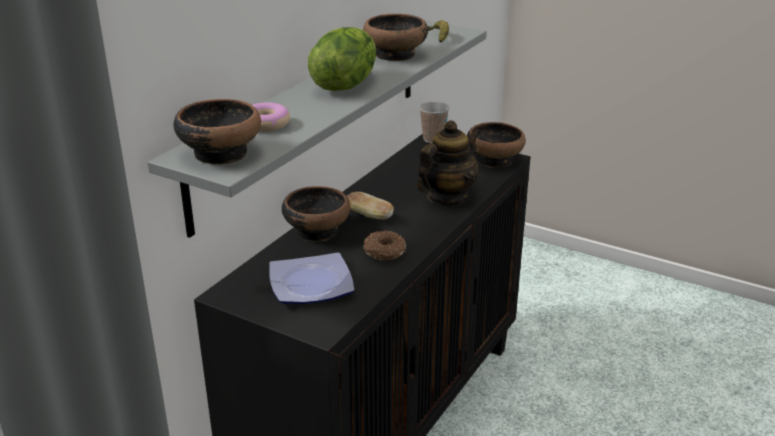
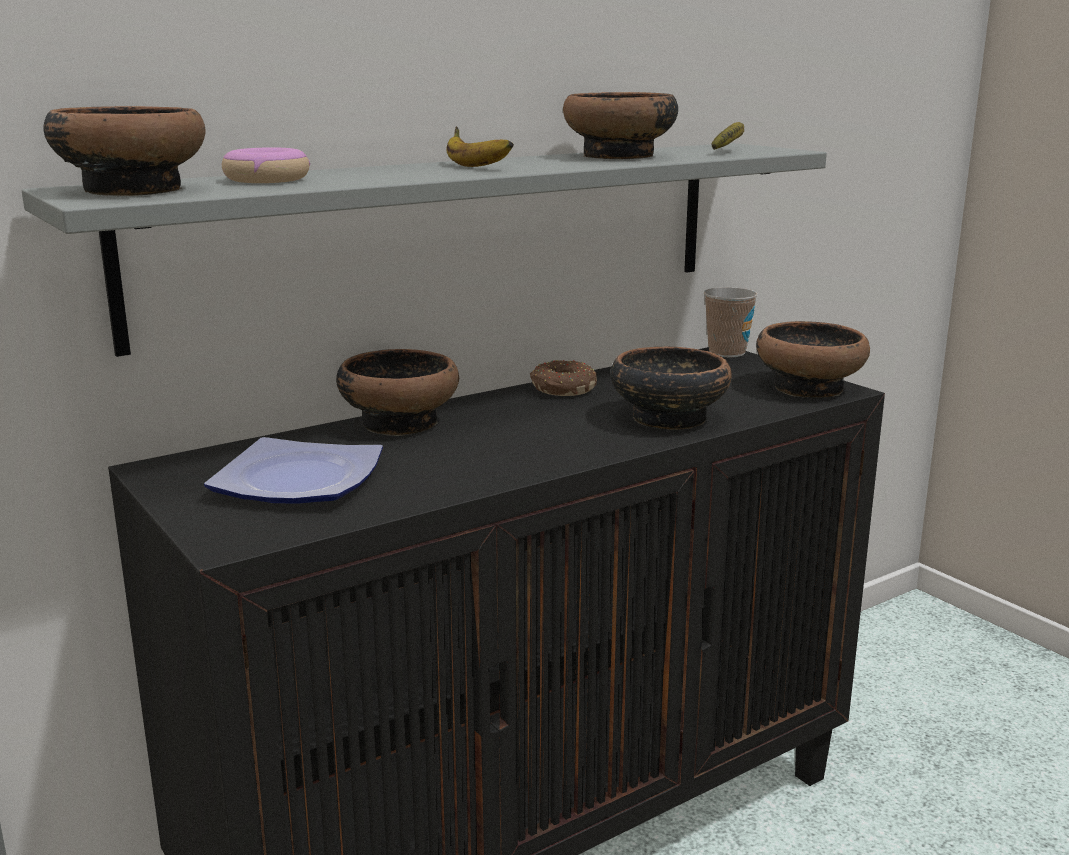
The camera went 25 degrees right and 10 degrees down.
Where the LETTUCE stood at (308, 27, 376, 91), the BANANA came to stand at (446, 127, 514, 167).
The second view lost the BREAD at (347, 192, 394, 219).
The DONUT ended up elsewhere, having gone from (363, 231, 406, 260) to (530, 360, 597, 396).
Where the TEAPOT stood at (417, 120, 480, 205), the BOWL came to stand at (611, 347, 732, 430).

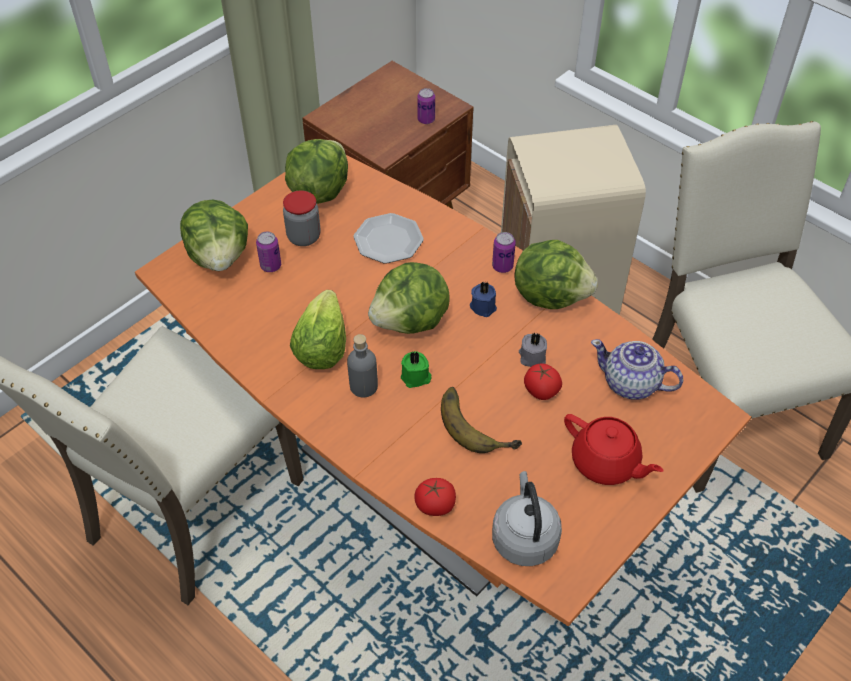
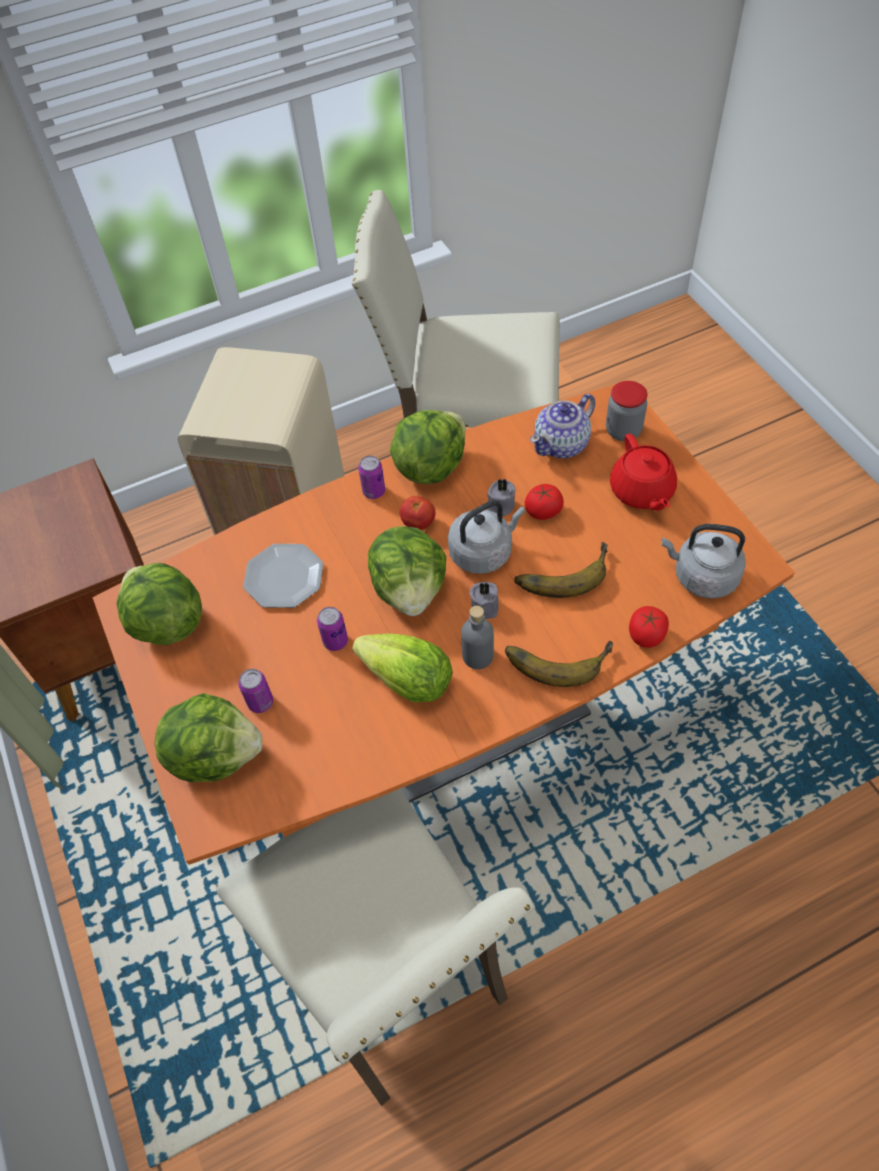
The camera went 65 degrees left and 5 degrees up.
The JAR ended up elsewhere, having gone from (283, 190, 321, 246) to (606, 381, 647, 441).
What was the GREEN CANDLE at (401, 351, 432, 388) turned into the GREY CANDLE at (470, 582, 499, 619).
The CAN ended up elsewhere, having gone from (417, 88, 435, 124) to (317, 607, 348, 651).
Where the BLUE CANDLE stood at (470, 282, 497, 317), the TOMATO came to stand at (399, 496, 435, 530).
The RED TEAPOT at (564, 414, 664, 485) ended up facing another way, 105 degrees clockwise from before.
The second view gained the GREY KETTLE at (448, 500, 525, 574).
The second view gained the BANANA at (505, 641, 613, 687).

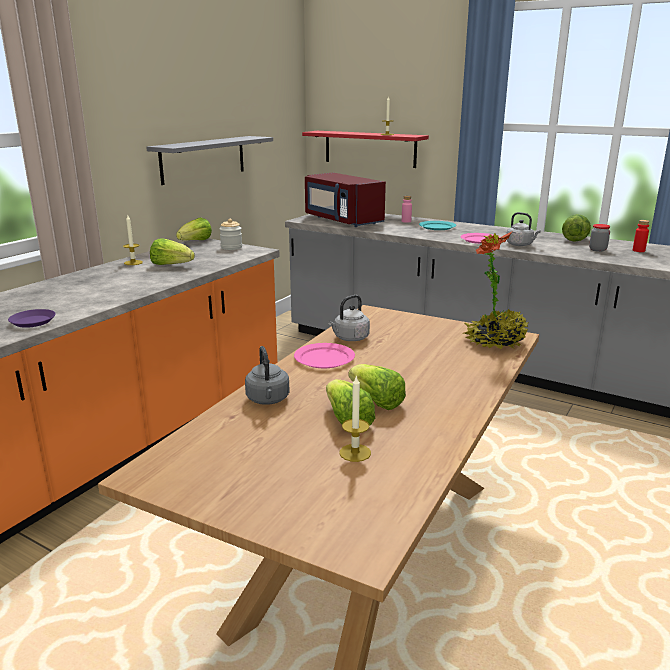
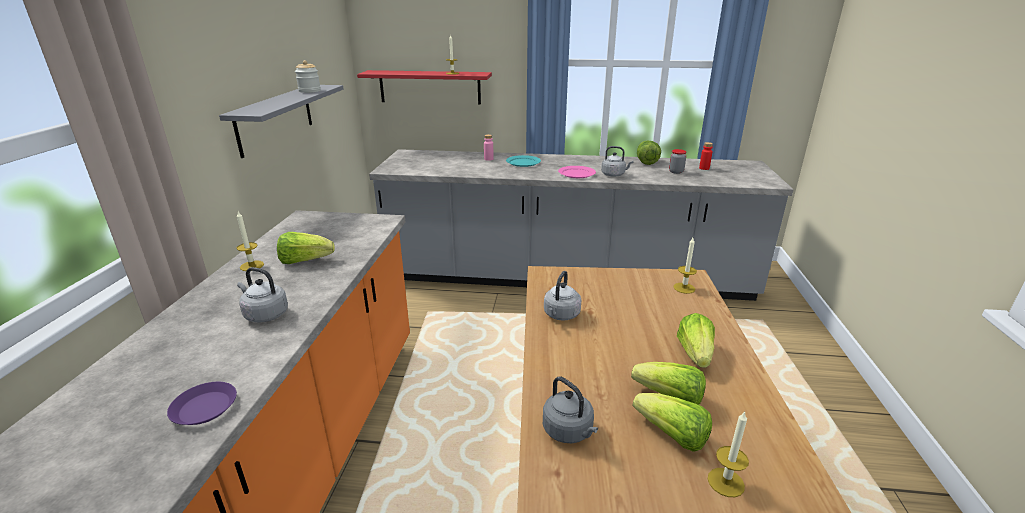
The camera went 25 degrees left and 5 degrees up.
The LETTUCE ended up elsewhere, having gone from (176, 217, 212, 240) to (677, 313, 715, 368).
The JAR ended up elsewhere, having gone from (220, 219, 242, 250) to (295, 60, 321, 93).
The second view lost the PINK PLATE at (294, 343, 355, 368).
The second view lost the RED MICROWAVE at (305, 173, 386, 227).
Where the POTTED PLANT stood at (464, 232, 528, 349), the CANDLE came to stand at (673, 238, 697, 294).
The second view gained the GREY KETTLE at (237, 267, 288, 323).

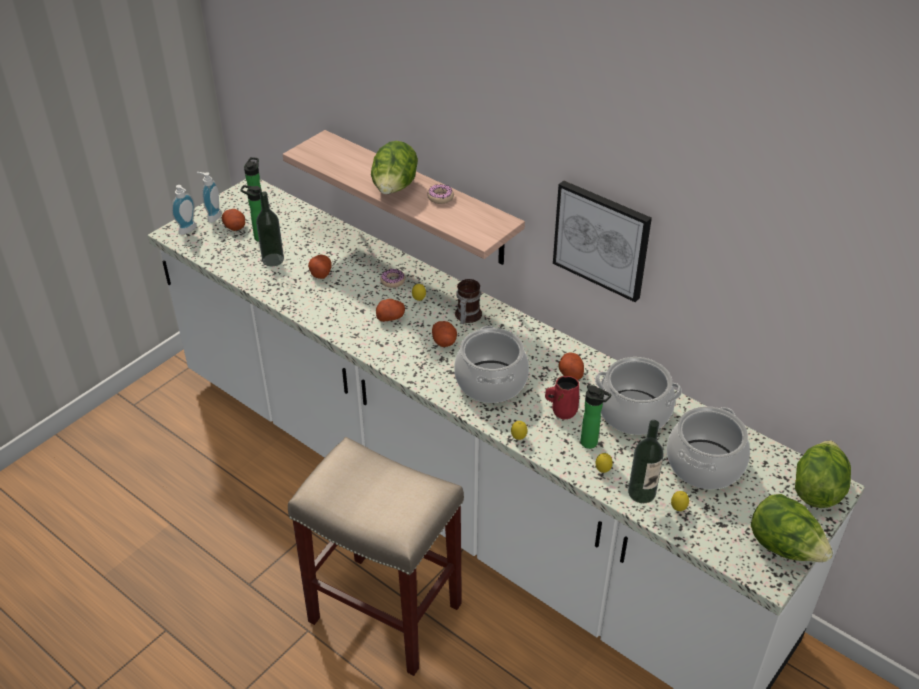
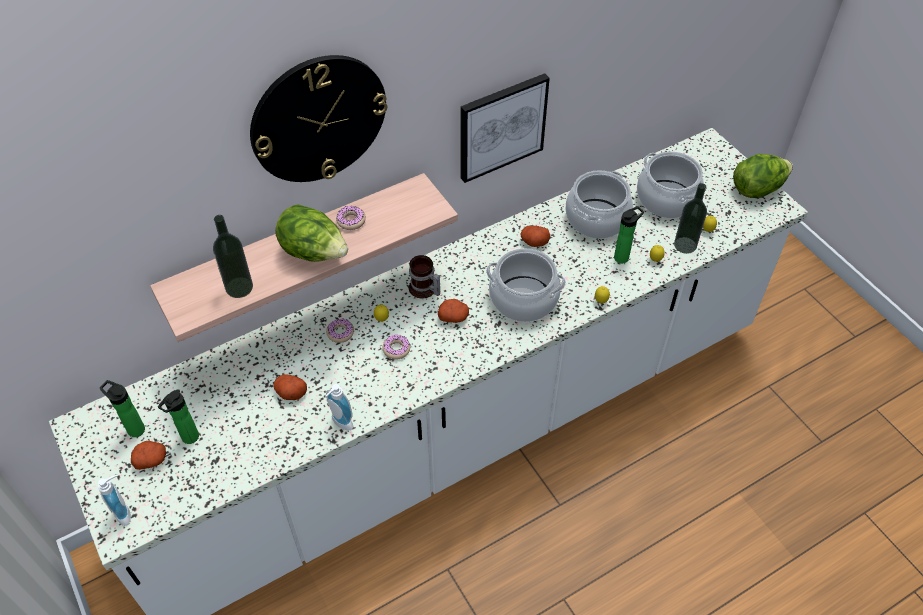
The camera went 70 degrees left and 10 degrees up.
The SOAP DISPENSER ended up elsewhere, having gone from (197, 172, 222, 223) to (326, 384, 353, 431).
The BOTTLE ended up elsewhere, having gone from (256, 191, 284, 266) to (213, 215, 253, 298).
The second view lost the BEIGE STOOL at (288, 437, 464, 676).
Where the POTATO stood at (376, 299, 405, 322), the DONUT came to stand at (382, 335, 410, 360).
The second view lost the RED MUG at (545, 376, 579, 419).
The second view lost the LETTUCE at (795, 440, 851, 508).
The second view gained the WALL CLOCK at (250, 55, 387, 182).

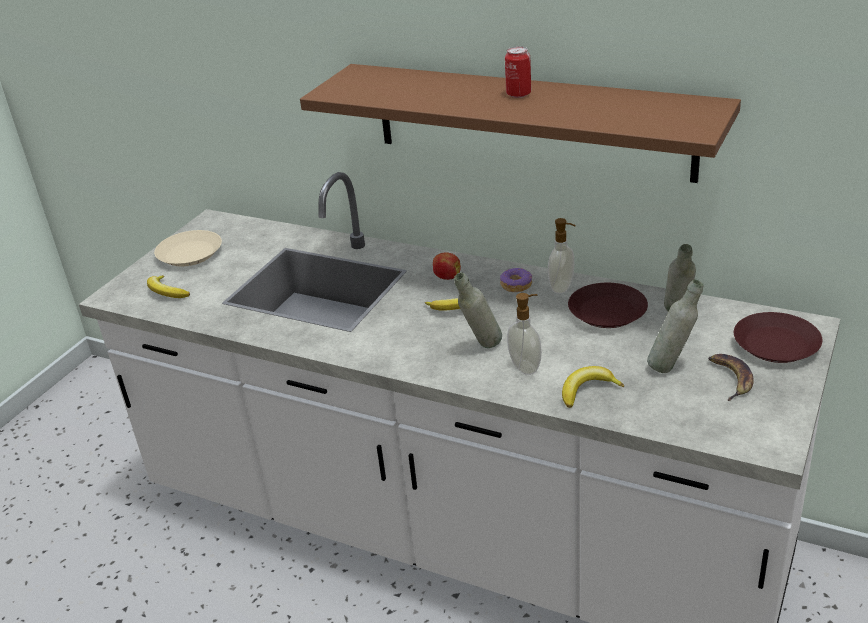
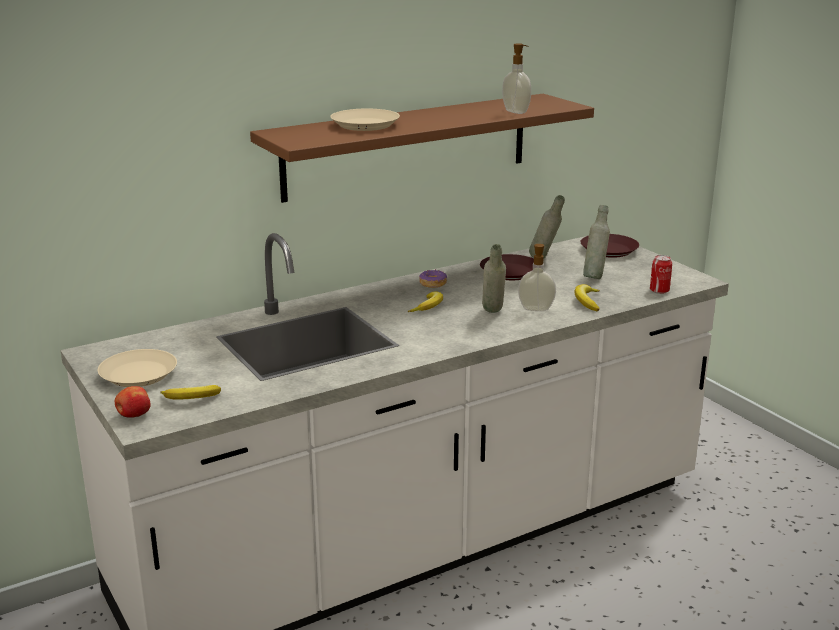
The camera went 60 degrees left and 10 degrees down.
The APPLE ended up elsewhere, having gone from (433, 252, 461, 280) to (115, 386, 151, 418).
The CAN ended up elsewhere, having gone from (505, 46, 531, 98) to (650, 255, 672, 294).
The SOAP DISPENSER ended up elsewhere, having gone from (548, 218, 576, 294) to (502, 43, 531, 114).
The second view lost the BANANA at (708, 354, 754, 401).
The second view gained the BEIGE PLATE at (330, 109, 400, 131).

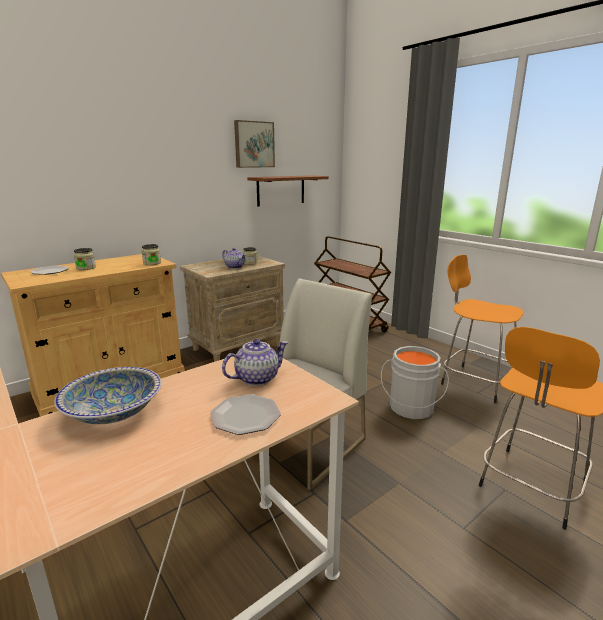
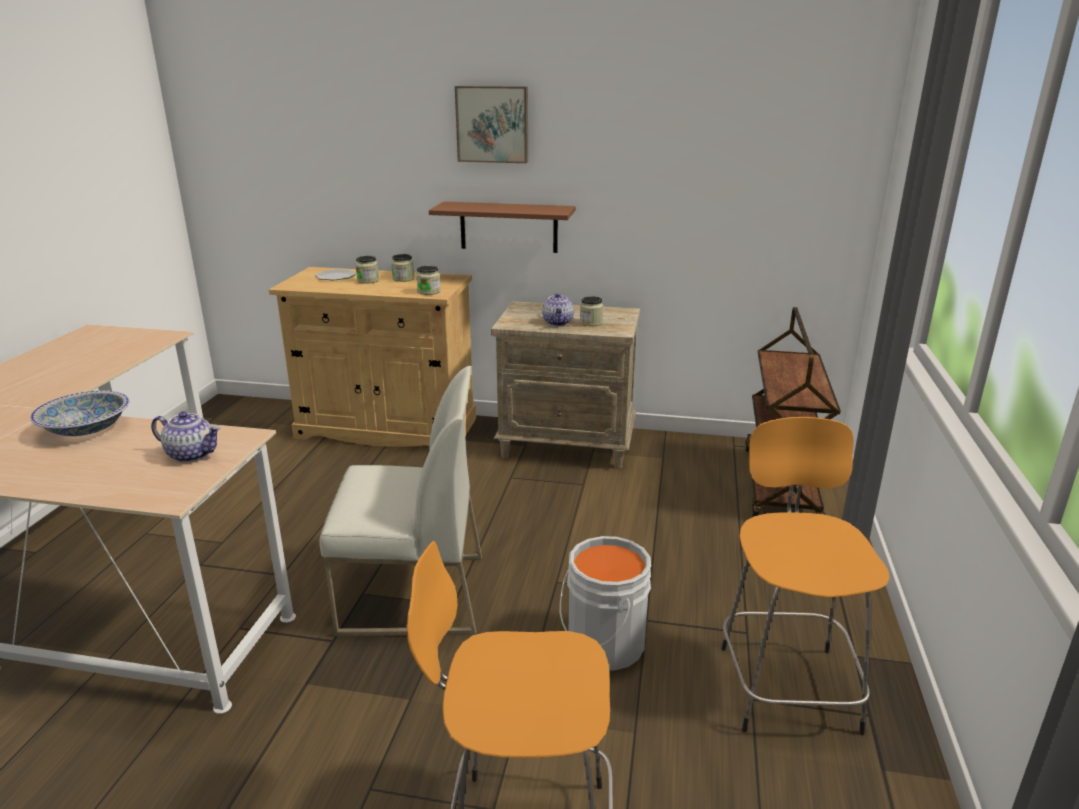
The camera went 50 degrees right and 5 degrees up.
The second view lost the PLATE at (210, 394, 281, 435).
The PICTURE ended up elsewhere, having gone from (234, 120, 275, 168) to (455, 86, 528, 163).
The BROWN SHELF ended up elsewhere, having gone from (247, 175, 329, 206) to (429, 201, 575, 253).
The second view gained the JAR at (391, 254, 415, 282).

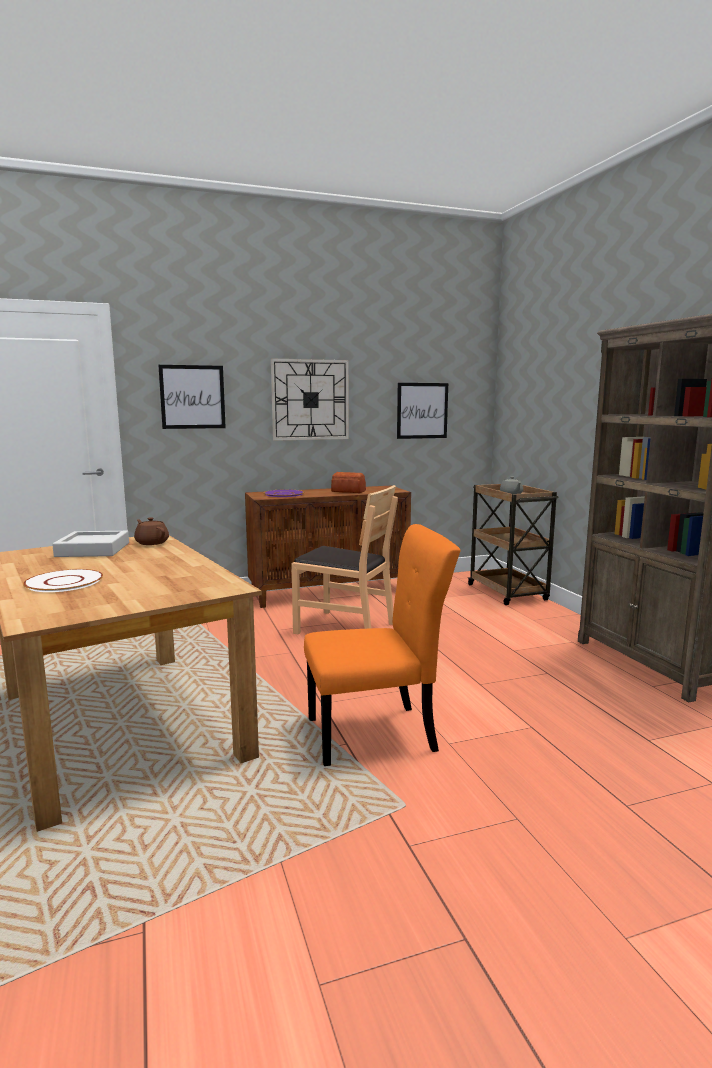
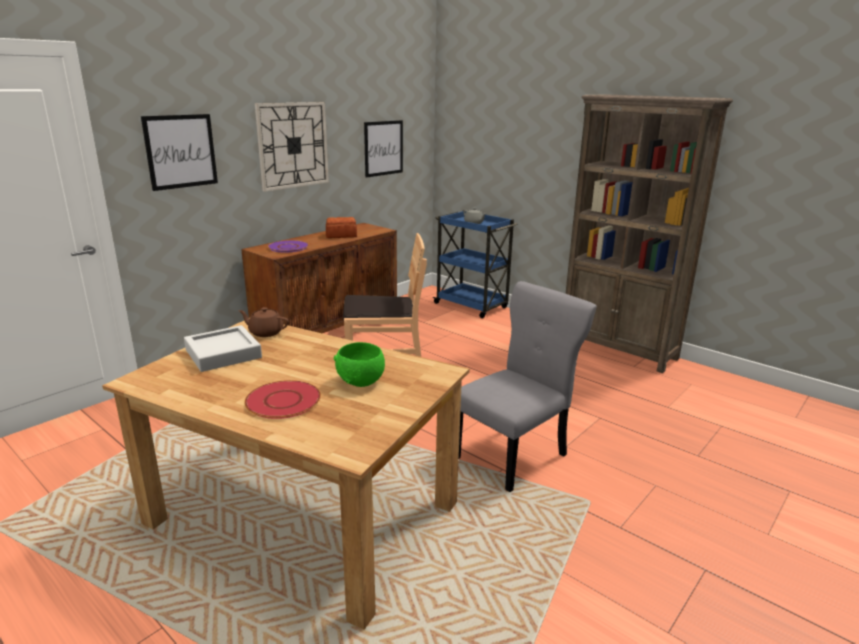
The camera went 30 degrees left and 10 degrees up.
What was the WHITE PLATE at (23, 569, 103, 592) turned into the RED PLATE at (245, 380, 321, 419).
What was the ORANGE CHAIR at (304, 524, 461, 766) turned into the GREY CHAIR at (459, 281, 597, 492).
What was the BROWN CART at (468, 484, 559, 605) turned into the BLUE CART at (432, 210, 517, 318).
The second view gained the GREEN BOWL at (334, 342, 385, 387).

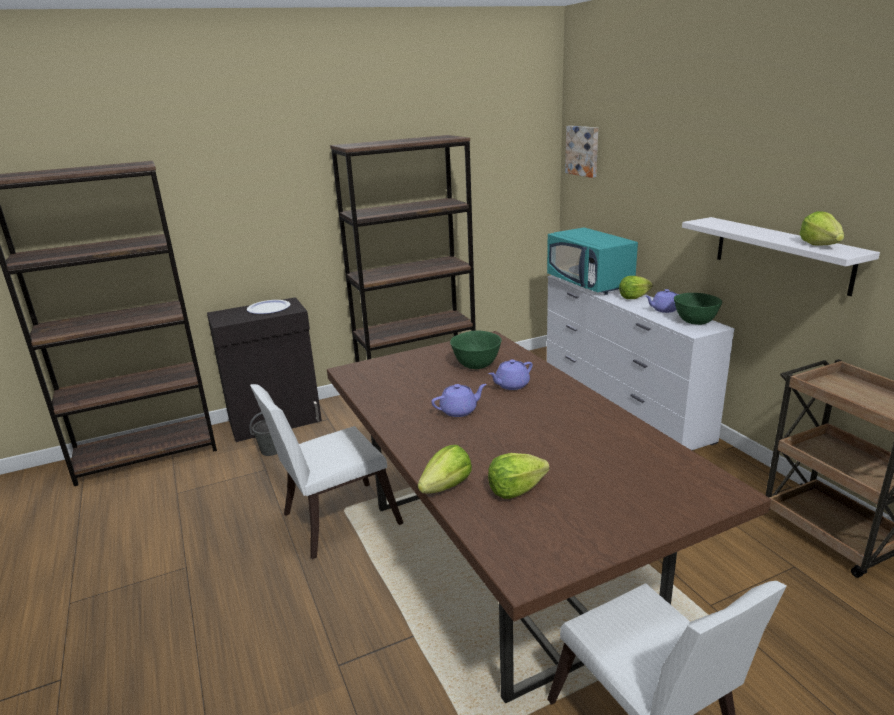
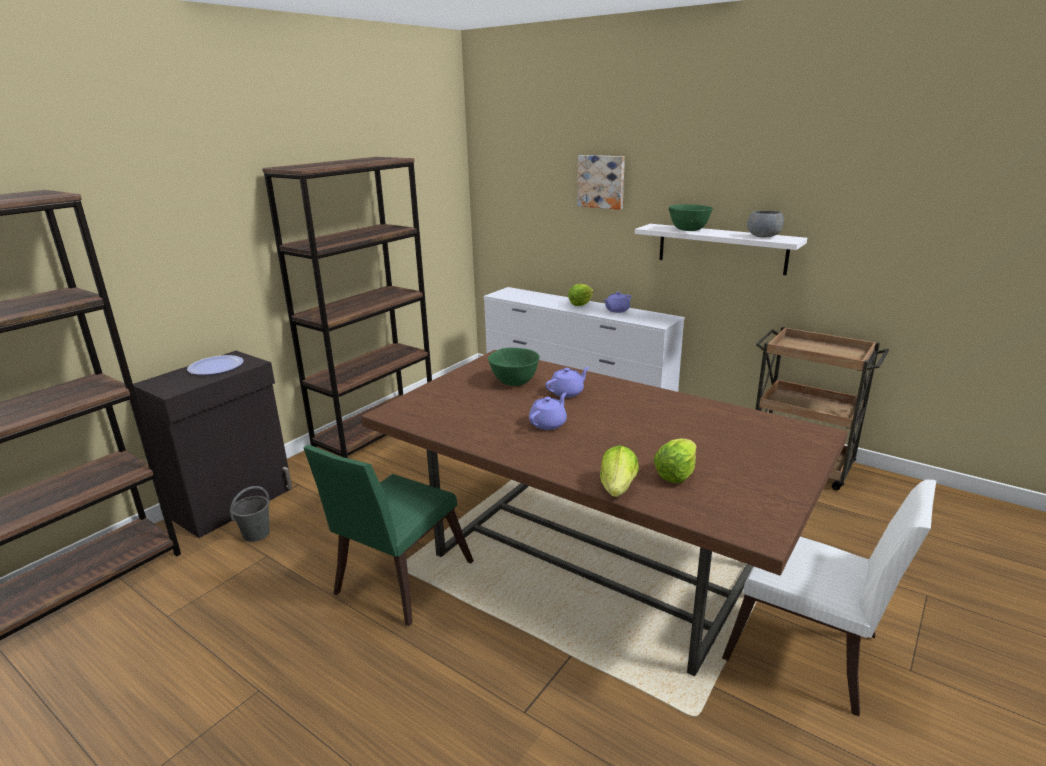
The camera went 30 degrees left and 0 degrees up.
What was the WHITE CHAIR at (250, 384, 403, 559) turned into the GREEN CHAIR at (303, 445, 474, 626).
The PURPLE TEAPOT at (489, 359, 533, 390) ended up facing another way, 150 degrees counterclockwise from before.
The second view lost the TURQUOISE MICROWAVE at (547, 227, 638, 295).
The PICTURE ended up elsewhere, having gone from (565, 126, 598, 178) to (577, 155, 625, 210).
The GREEN BOWL ended up elsewhere, having gone from (674, 293, 722, 325) to (669, 204, 713, 231).
Where the LETTUCE stood at (799, 211, 844, 246), the GREY BOWL came to stand at (747, 210, 784, 237).

